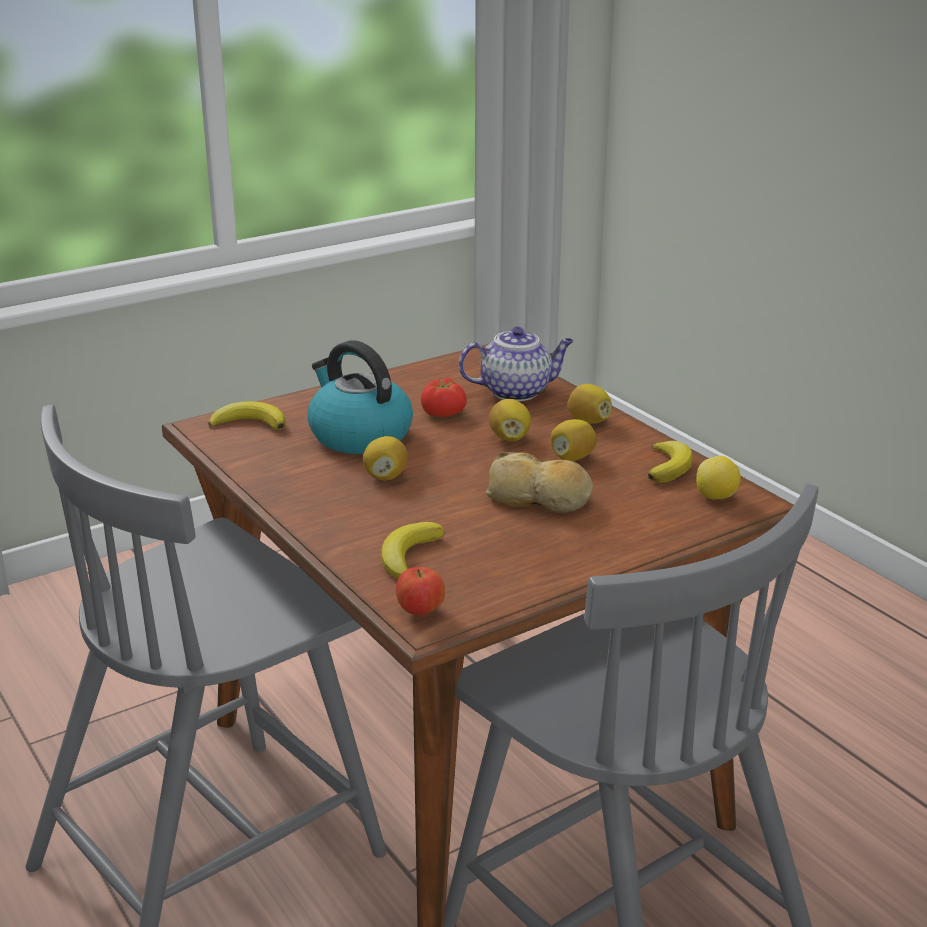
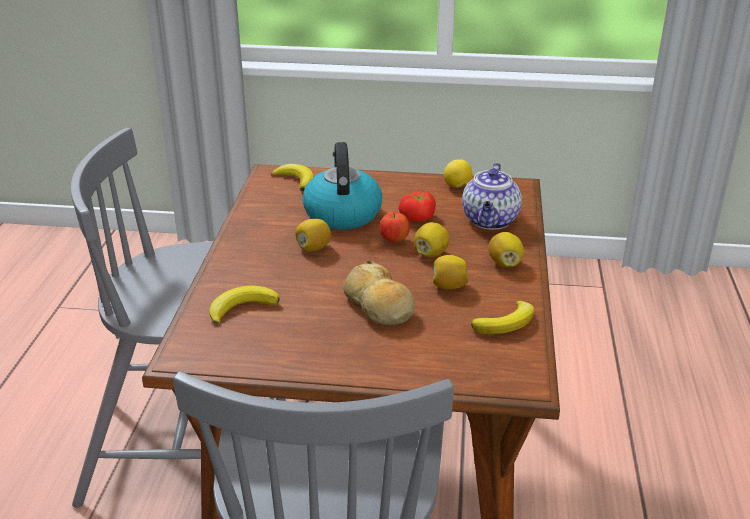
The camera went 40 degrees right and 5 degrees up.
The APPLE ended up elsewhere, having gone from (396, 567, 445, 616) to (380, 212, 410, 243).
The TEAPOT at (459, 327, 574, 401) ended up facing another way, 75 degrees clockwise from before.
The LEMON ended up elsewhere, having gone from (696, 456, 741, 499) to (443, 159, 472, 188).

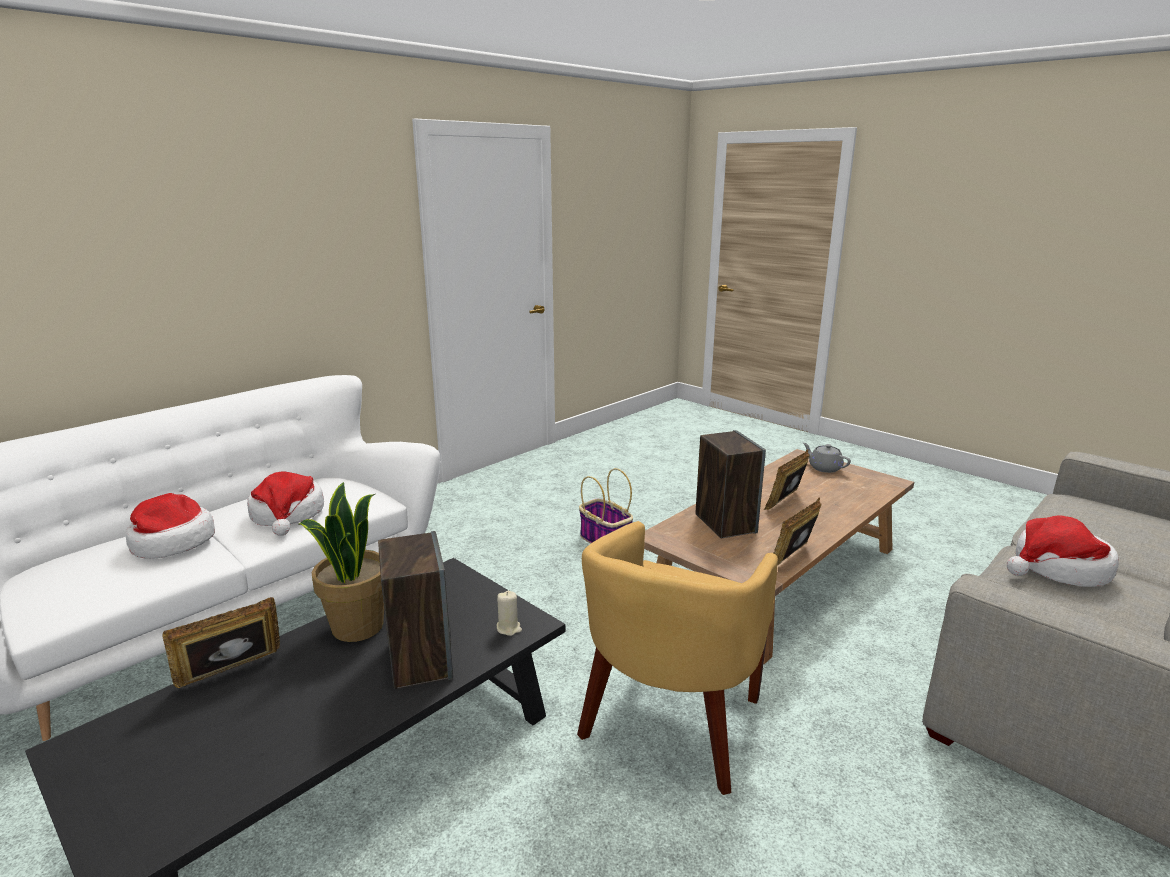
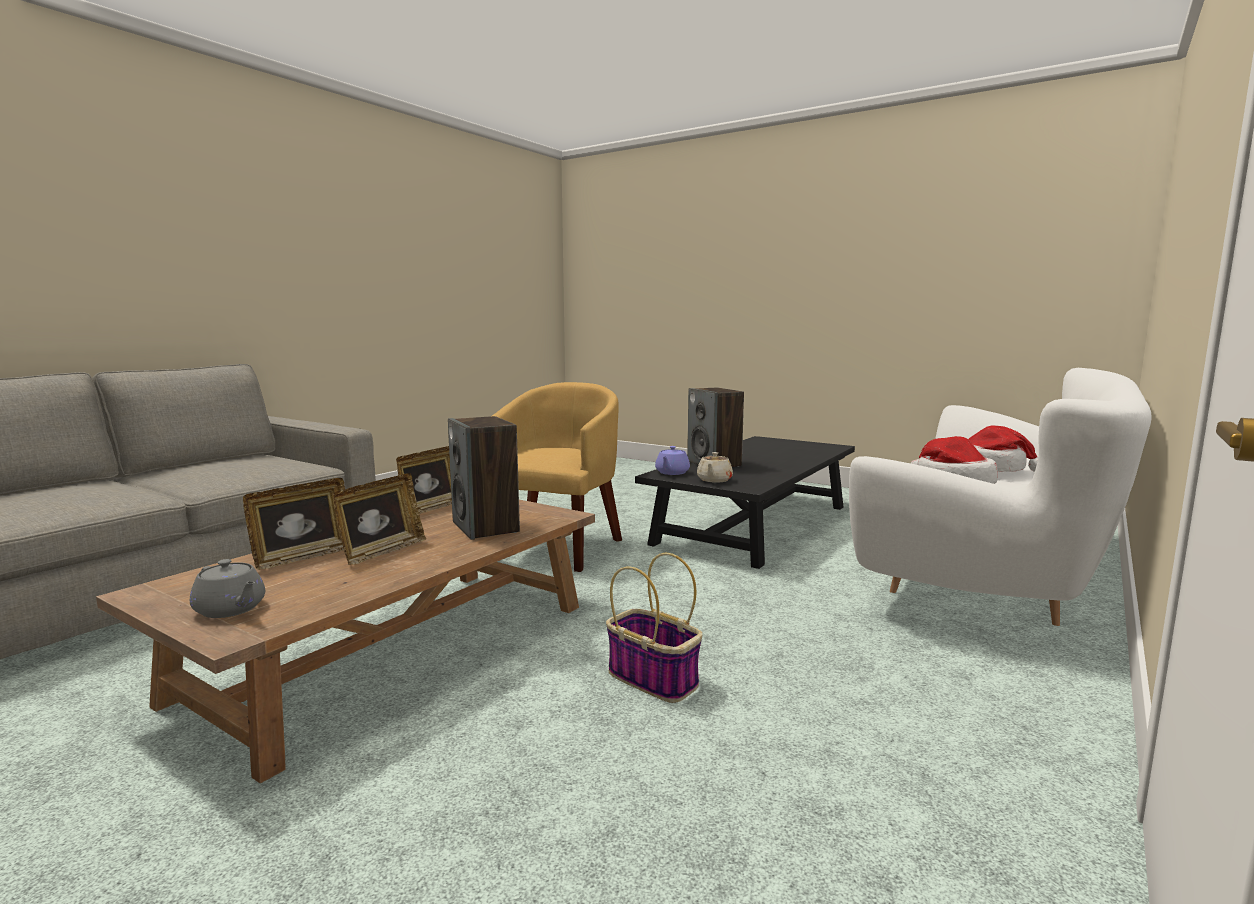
The camera went 170 degrees right and 10 degrees down.
The PICTURE FRAME ended up elsewhere, having gone from (162, 597, 280, 688) to (243, 478, 345, 570).
The second view lost the POTTED PLANT at (298, 482, 384, 642).
Where the BEIGE CANDLE stood at (497, 591, 522, 636), the PURPLE TEAPOT came to stand at (655, 446, 690, 475).
The second view lost the HAT at (1007, 515, 1119, 587).
The second view gained the BEIGE TEAPOT at (697, 452, 733, 483).

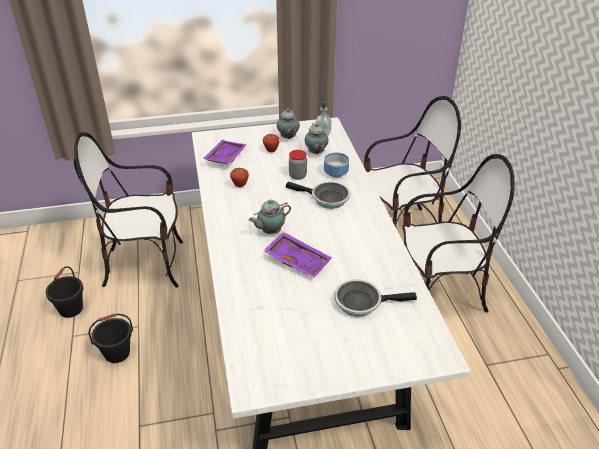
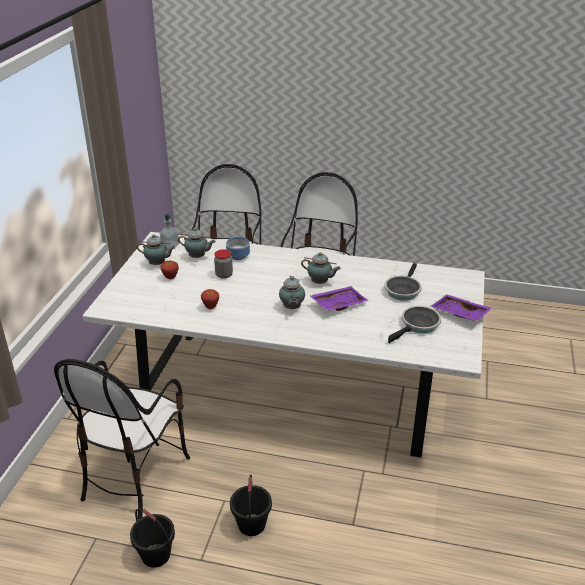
The camera went 65 degrees left and 5 degrees down.
The PURPLE TRAY ended up elsewhere, having gone from (203, 140, 247, 164) to (431, 294, 492, 321).
The FRYING PAN ended up elsewhere, having gone from (286, 182, 350, 209) to (388, 306, 441, 343).
The second view gained the TEAPOT at (301, 252, 341, 284).

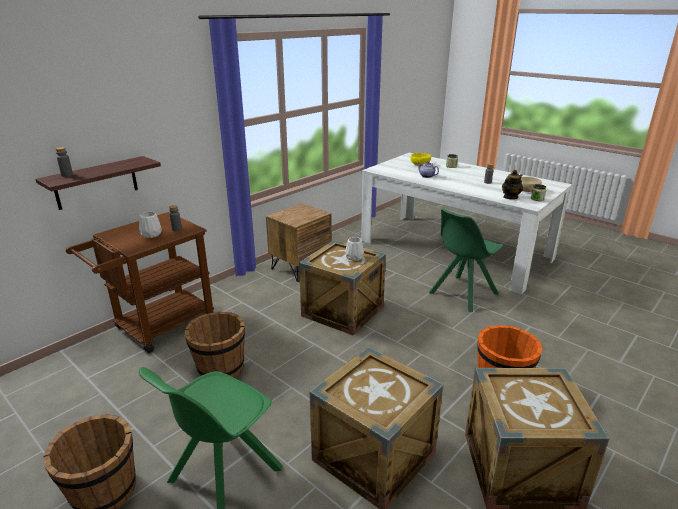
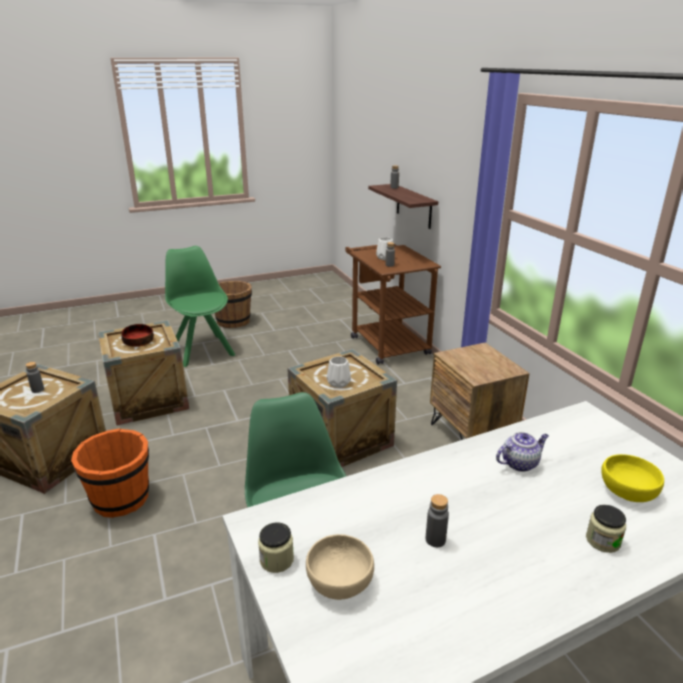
The camera went 115 degrees right and 0 degrees up.
The second view lost the BROWN BUCKET at (185, 312, 245, 378).
The second view lost the TEAPOT at (502, 170, 523, 199).
The second view gained the GREY BOTTLE at (26, 362, 44, 393).
The second view gained the BOWL at (121, 324, 154, 347).

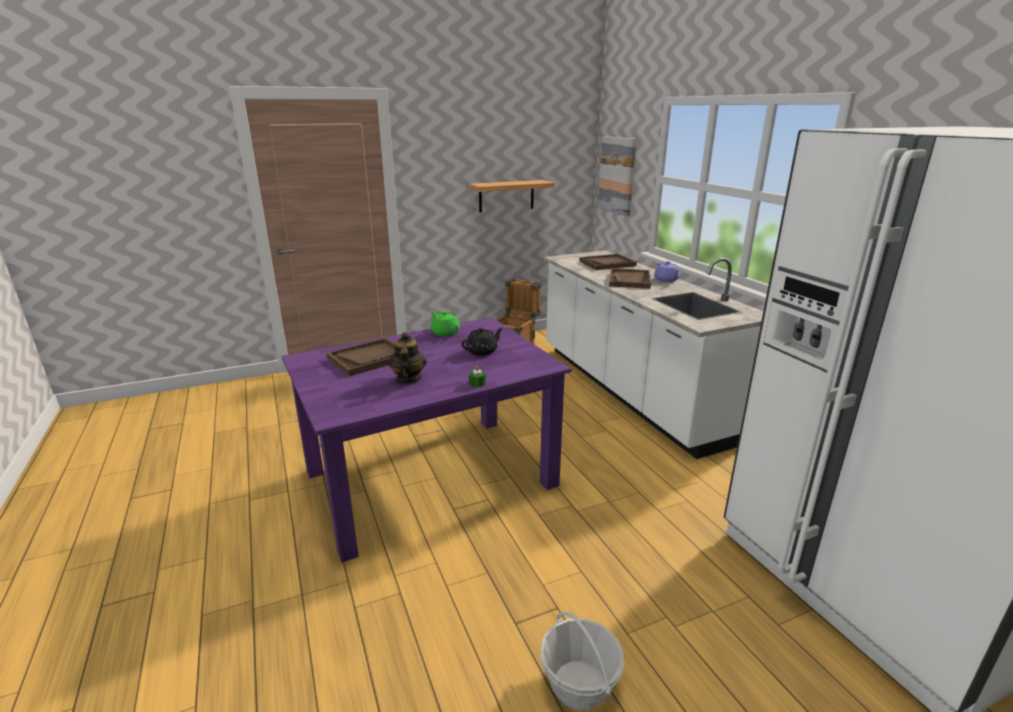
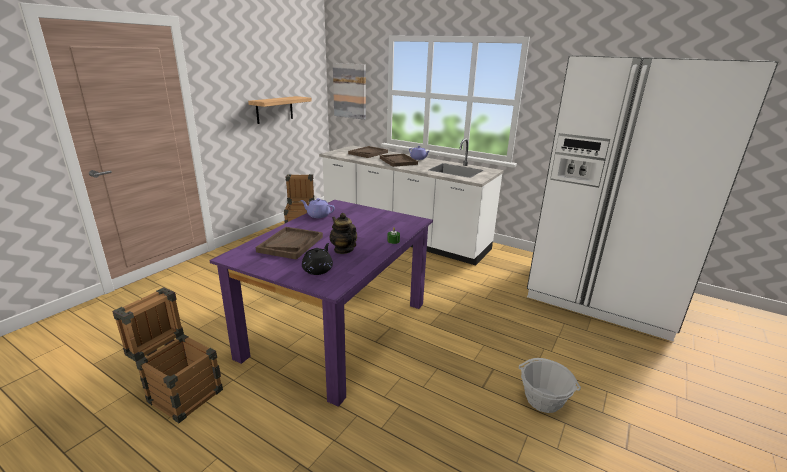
The camera went 35 degrees left and 0 degrees up.
What was the GREEN TEAPOT at (431, 310, 460, 336) turned into the PURPLE TEAPOT at (301, 198, 335, 218).
The BLACK TEAPOT ended up elsewhere, having gone from (461, 328, 503, 356) to (302, 243, 333, 275).
The second view gained the CRATE at (112, 287, 223, 423).

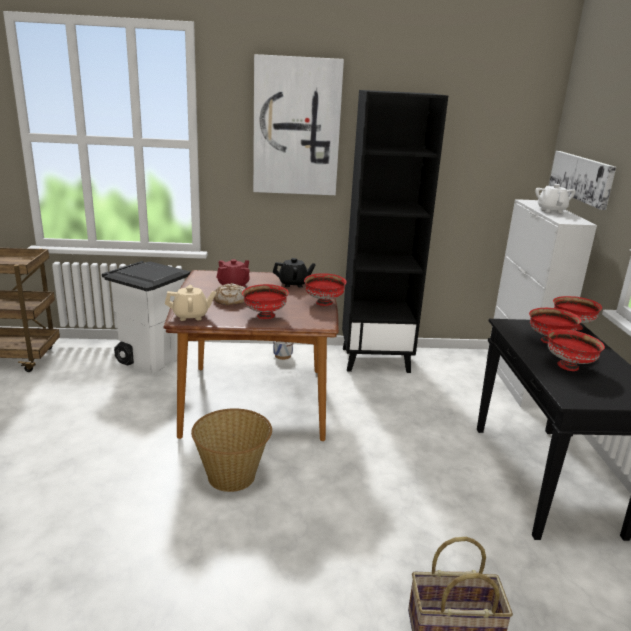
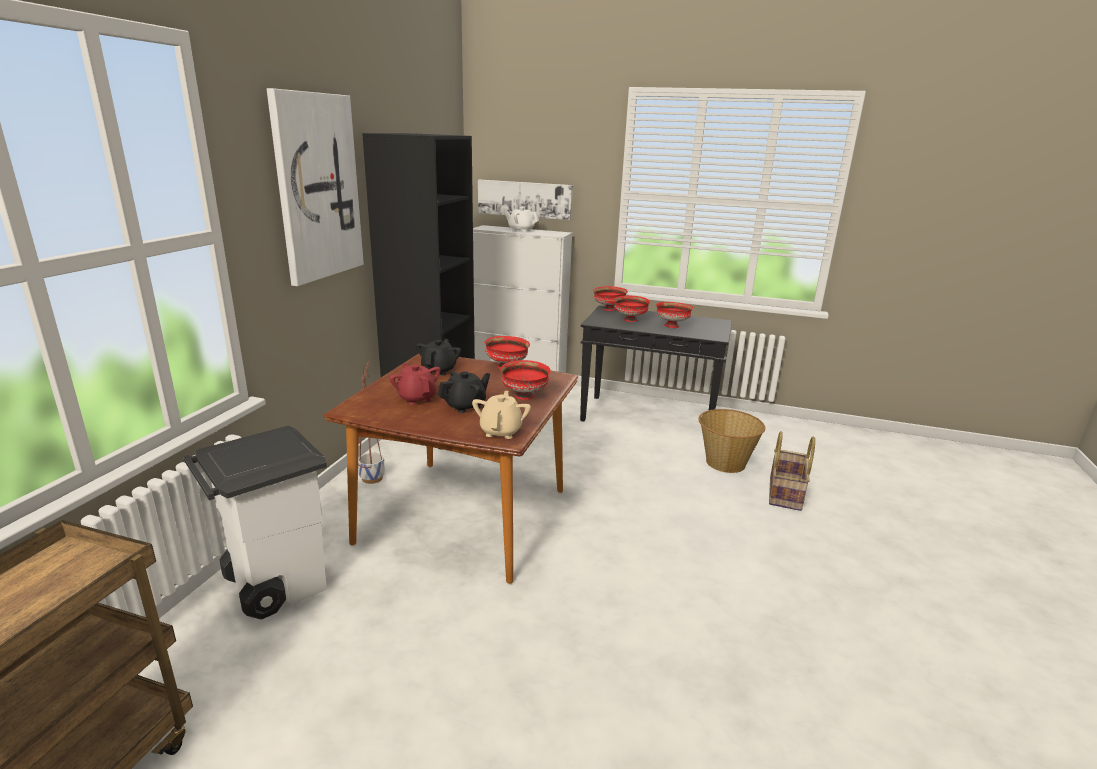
The camera went 70 degrees left and 0 degrees up.
The BASKET ended up elsewhere, having gone from (191, 408, 272, 492) to (698, 409, 765, 473).
Where the BREAD stood at (214, 283, 245, 305), the BLACK TEAPOT came to stand at (438, 371, 490, 413).

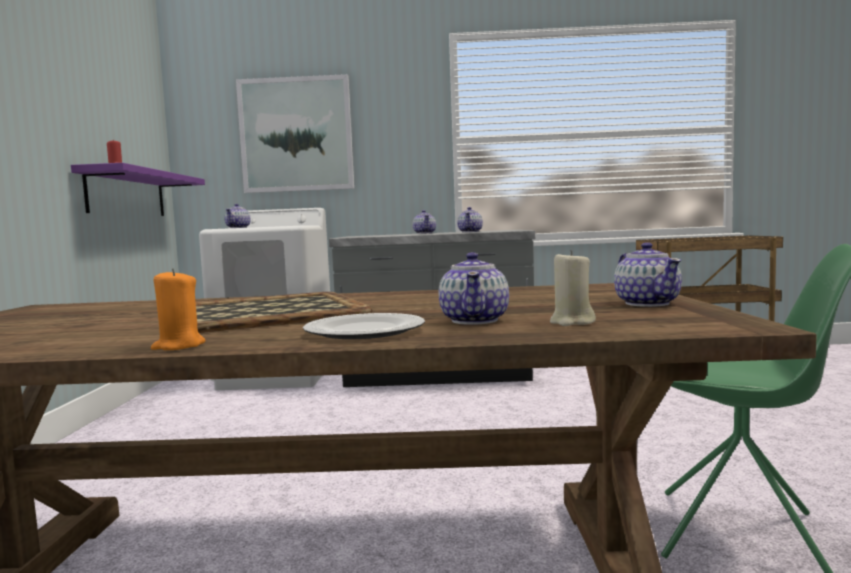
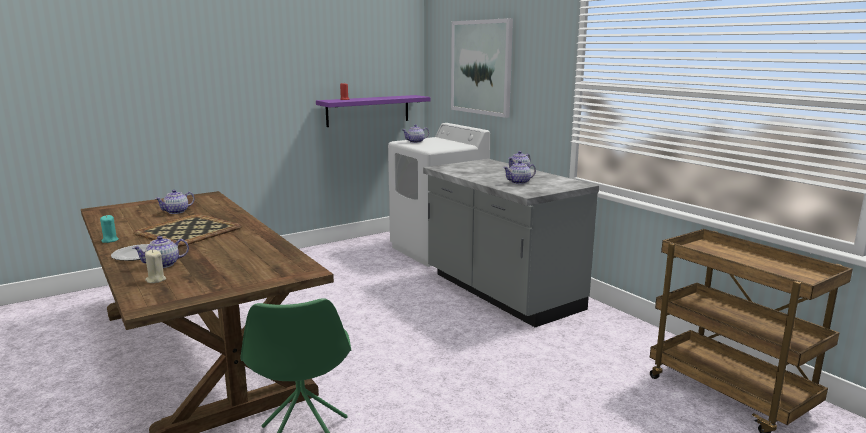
The camera went 55 degrees right and 10 degrees up.
What was the ORANGE CANDLE at (151, 268, 206, 350) turned into the TURQUOISE CANDLE at (100, 215, 119, 243).
The TEAPOT ended up elsewhere, having gone from (614, 242, 682, 307) to (155, 190, 195, 214).

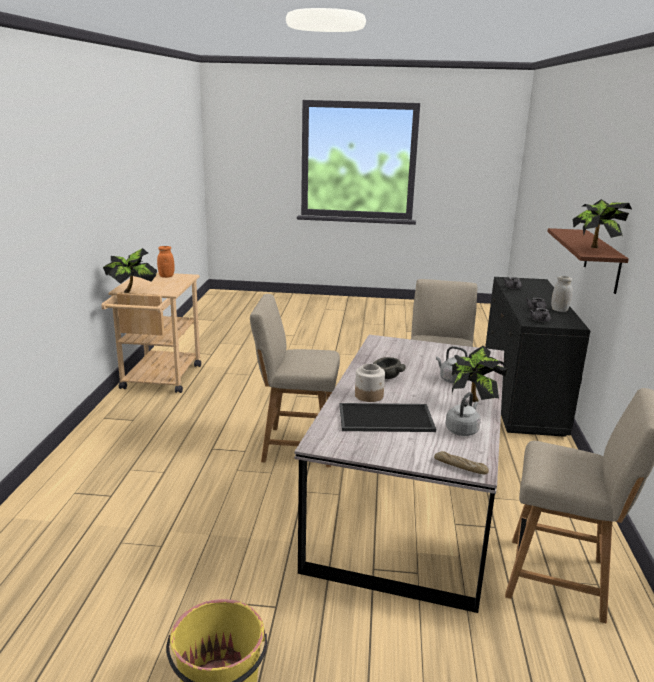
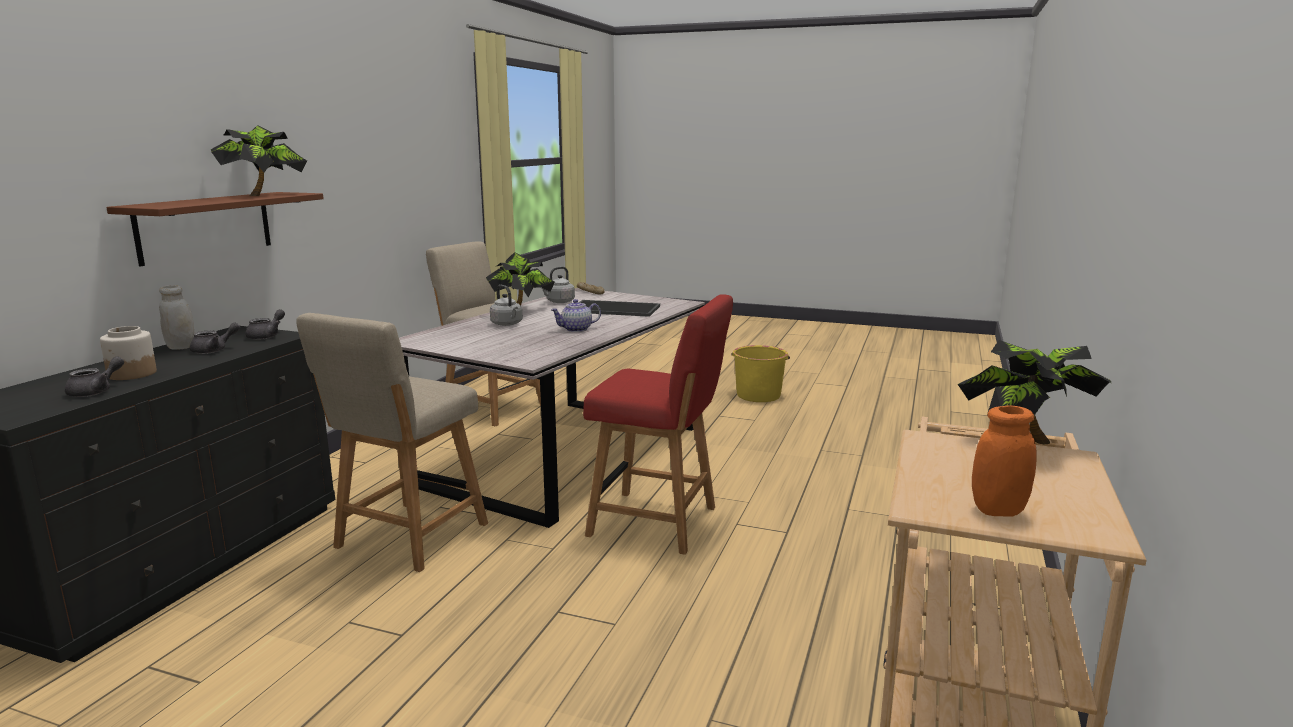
The camera went 165 degrees left and 5 degrees down.
What was the BEIGE CHAIR at (250, 294, 340, 467) turned into the RED CHAIR at (583, 294, 733, 555).
The JAR ended up elsewhere, having gone from (355, 364, 385, 402) to (100, 326, 157, 380).
Where the GREY BOWL stood at (373, 357, 406, 379), the TEAPOT came to stand at (551, 299, 601, 332).

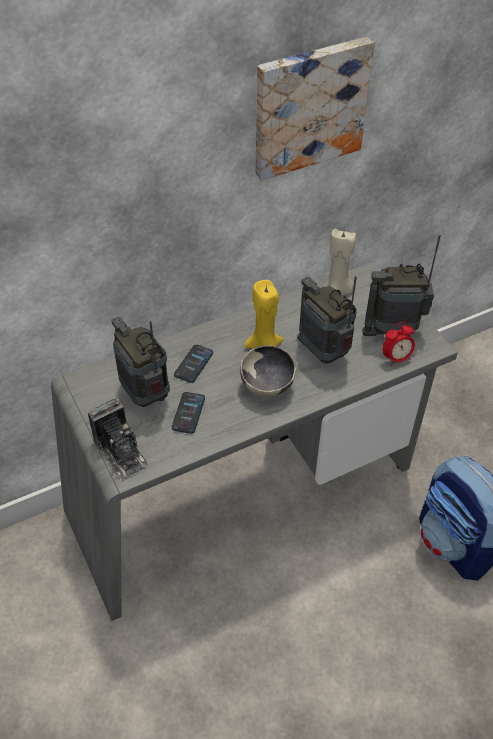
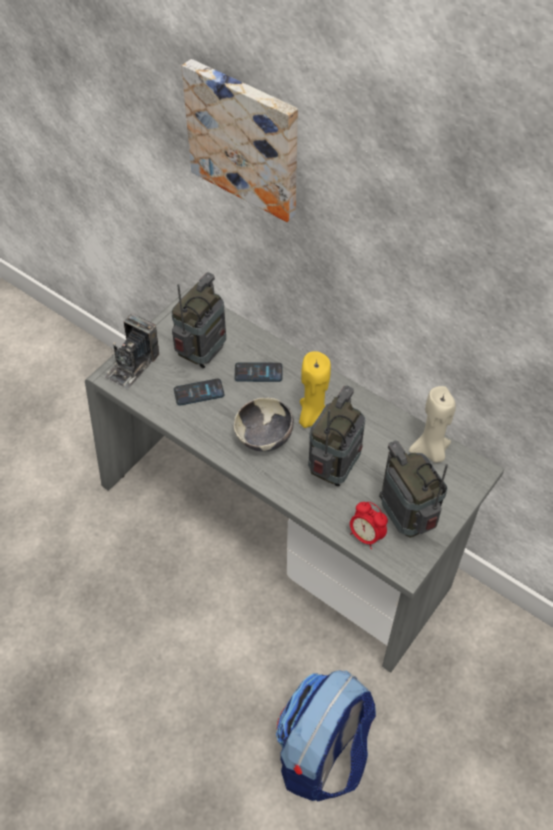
The camera went 65 degrees right and 5 degrees up.
The PICTURE ended up elsewhere, having gone from (256, 37, 374, 180) to (182, 59, 298, 222).

